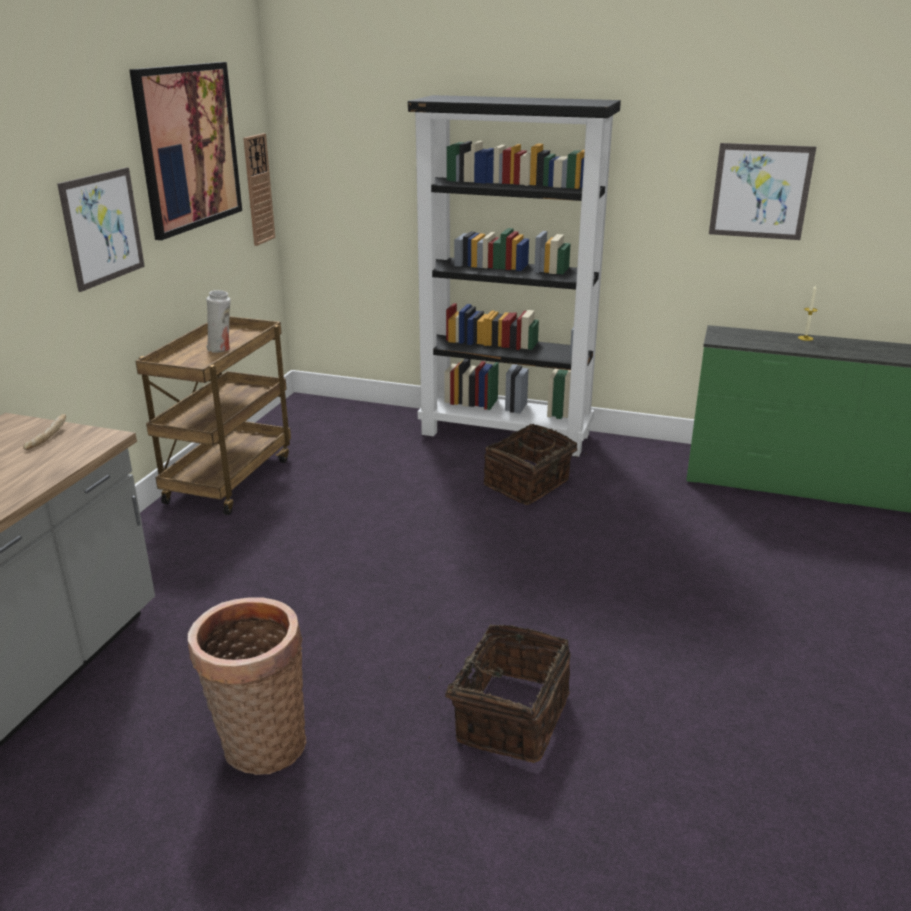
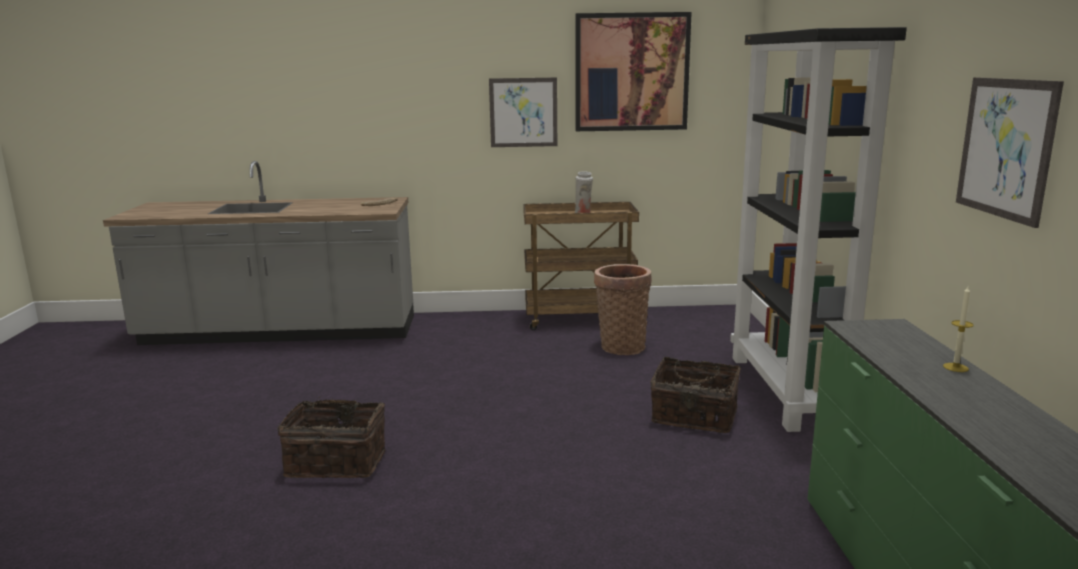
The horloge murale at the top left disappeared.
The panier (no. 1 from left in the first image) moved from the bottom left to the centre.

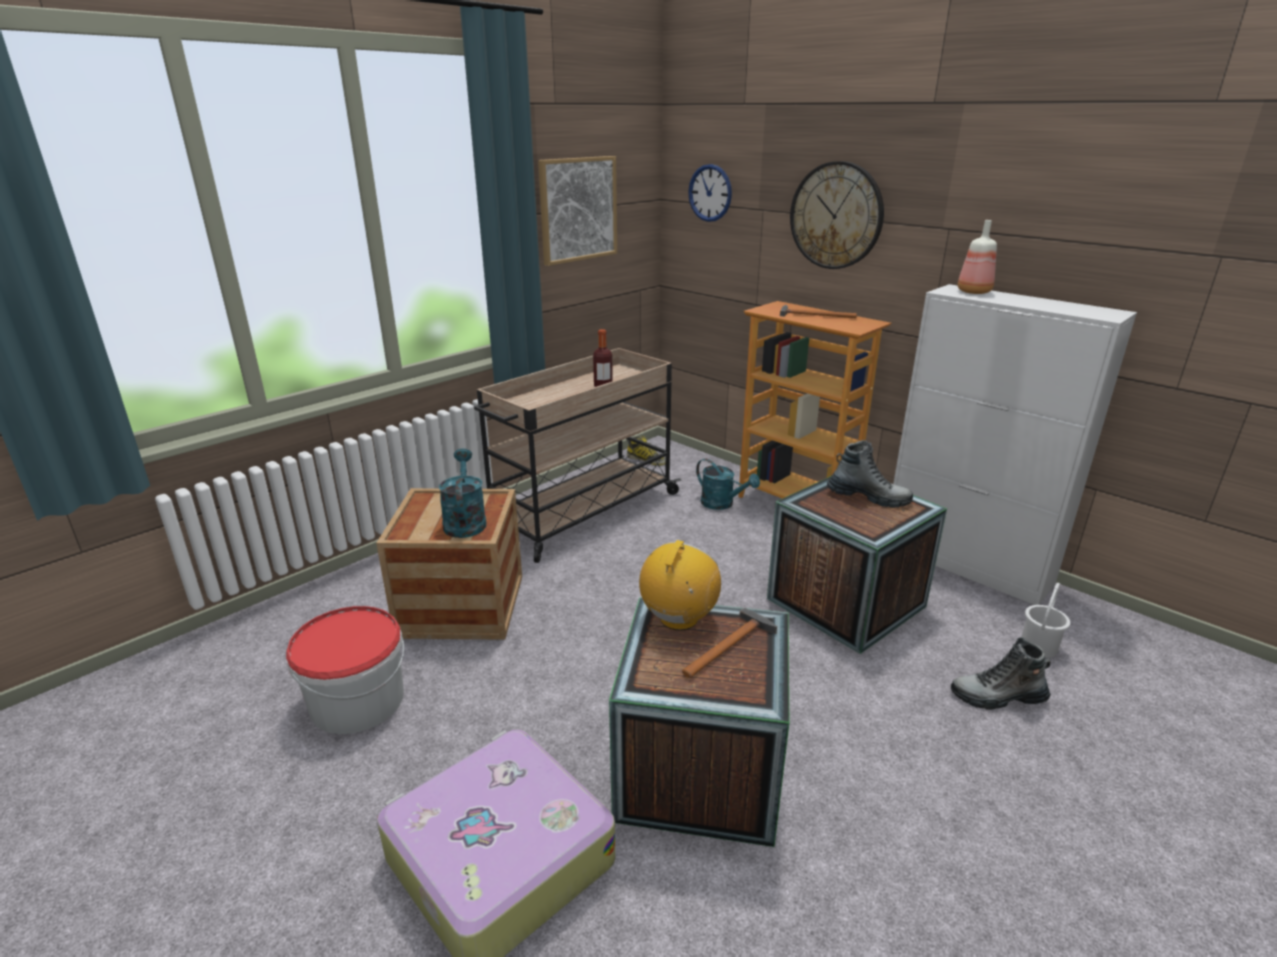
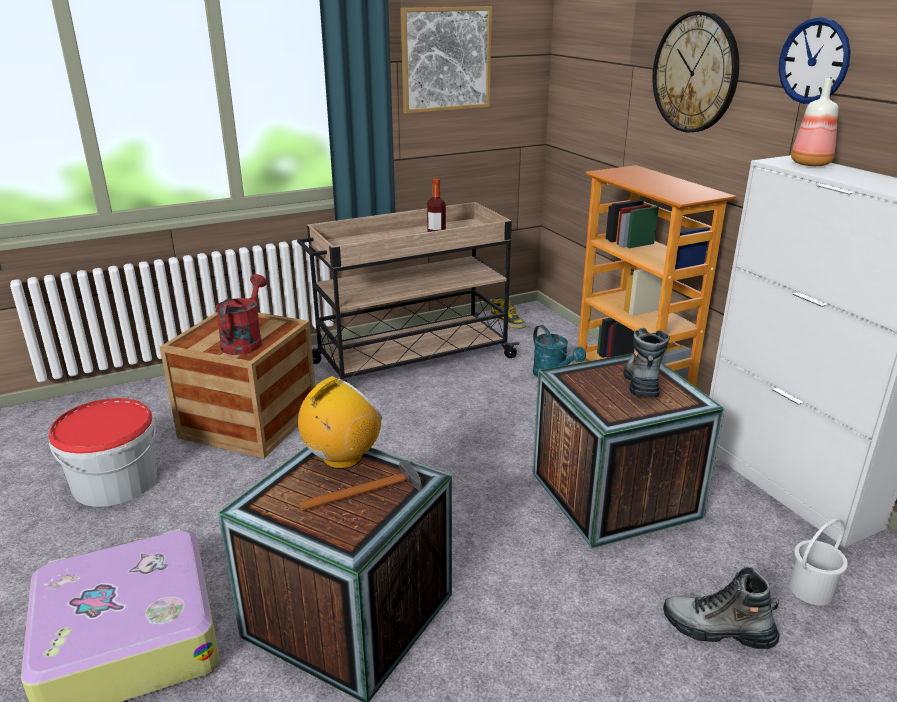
The marteau (no. 2 from left) at the top centre disappeared.
The horloge murale (no. 1 from left in the first image) moved from the top centre to the top right.
The arrosoir/turquoise (no. 1 from left) at the centre became the arrosoir/rouge at the middle left.
The botte (no. 2 from left) at the middle right turned 120 degrees counterclockwise.

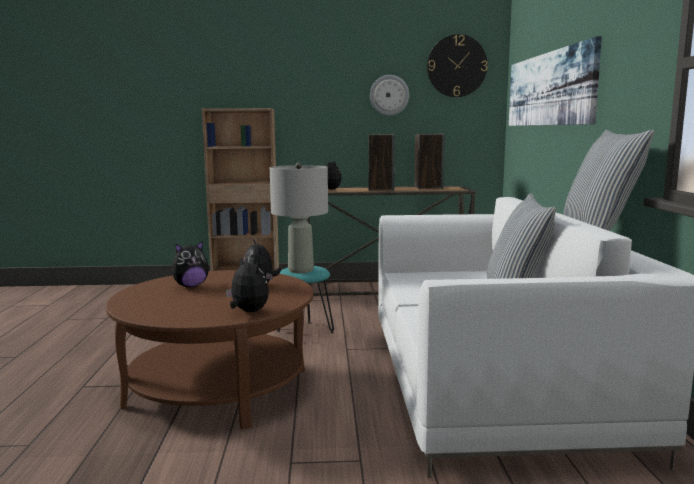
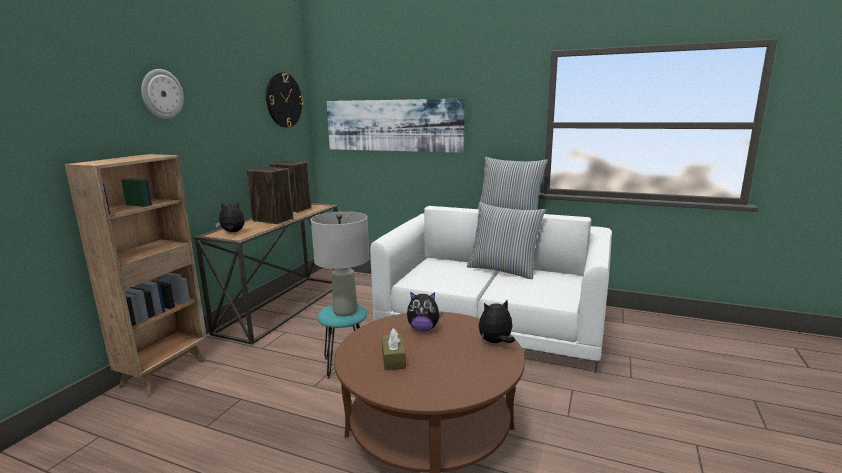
The horloge murale (no. 1 from left) moved from the top centre to the top left.
The peluche (no. 1 from left) at the middle left was replaced by the boîte à mouchoirs/marron at the bottom centre.

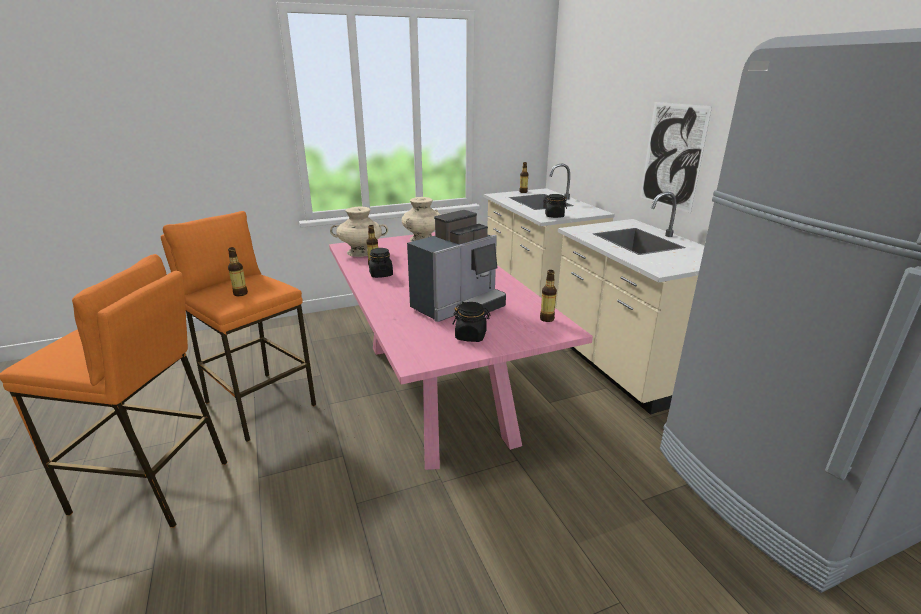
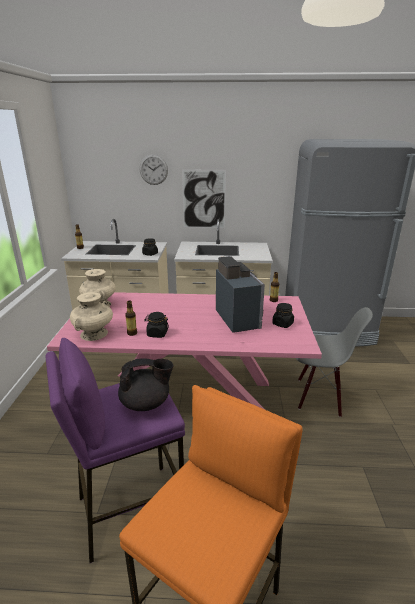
The horloge murale at the top centre appeared.
The chaise/gris at the middle right appeared.
The bouteille (no. 1 from left) at the middle left was replaced by the théière/noir at the centre.
The tabouret/orange (no. 2 from left) at the middle left became the tabouret/violet at the bottom left.

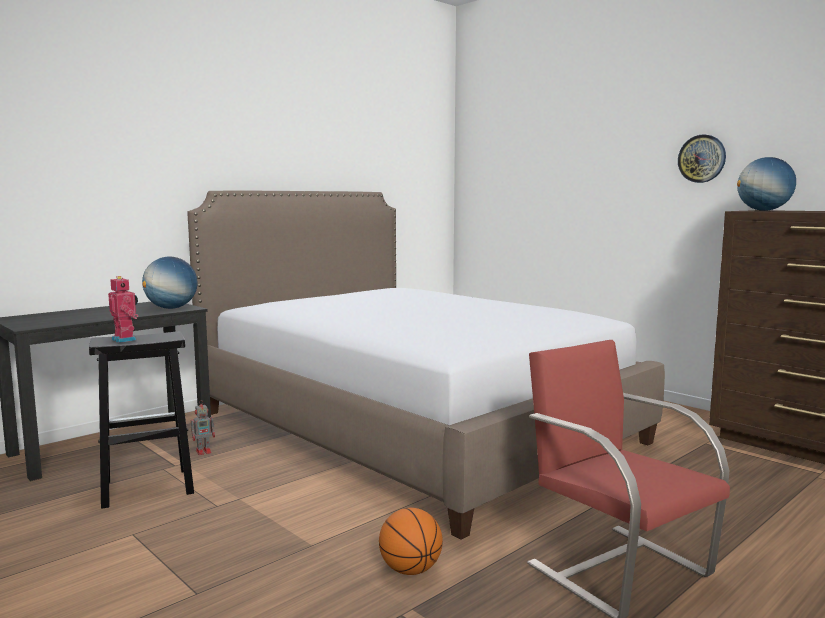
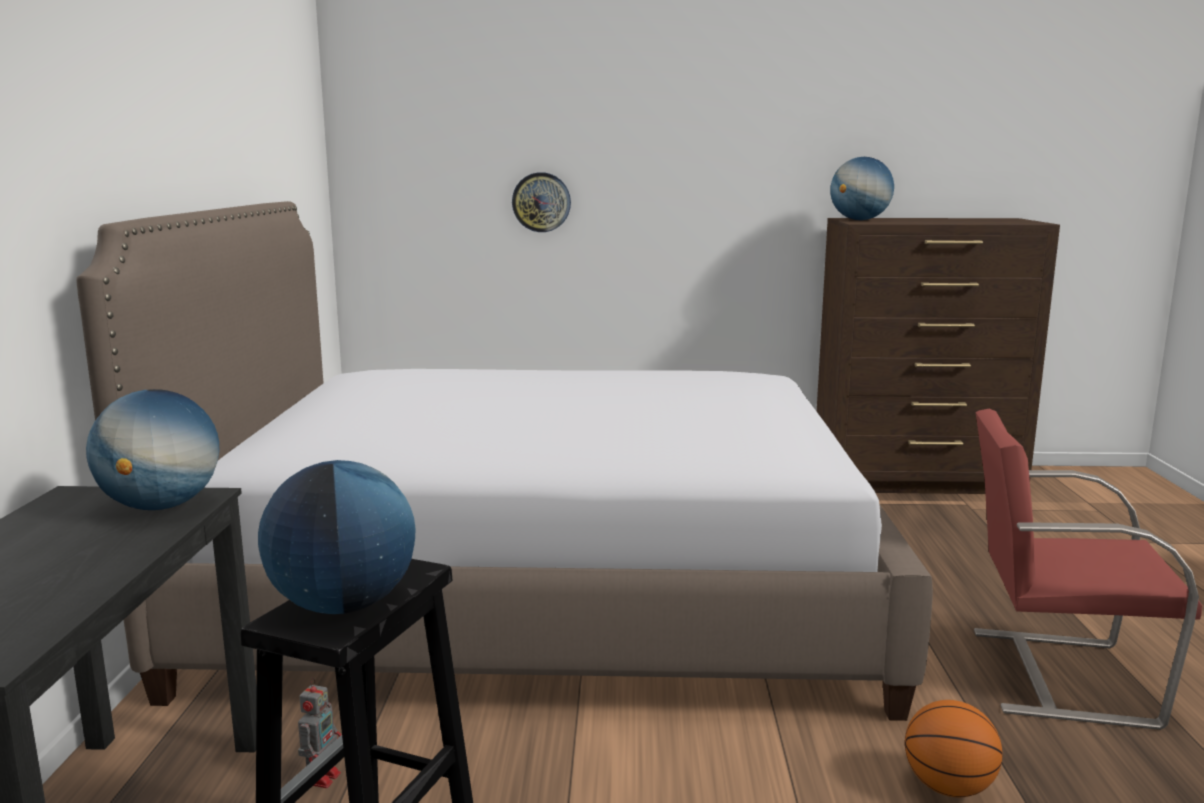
The horloge murale moved from the top right to the top centre.
The robot jouet (no. 1 from left) at the middle left was replaced by the globe (no. 2 from left) at the bottom left.

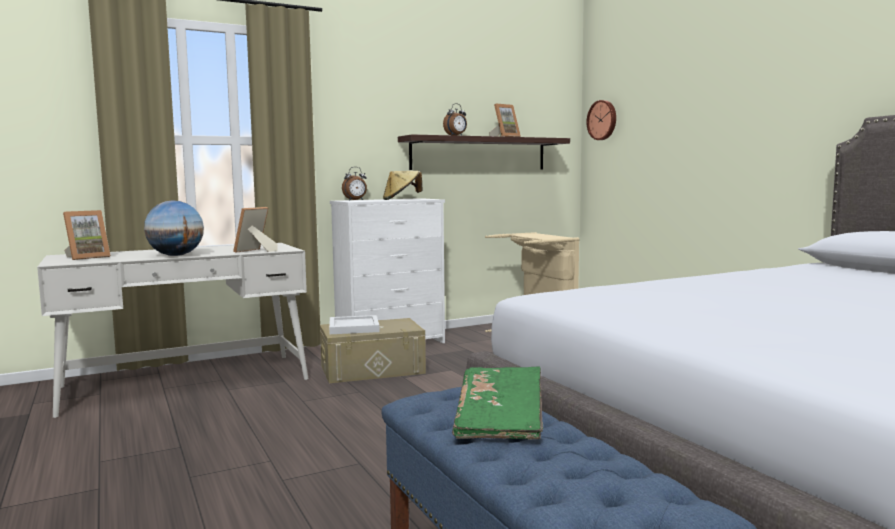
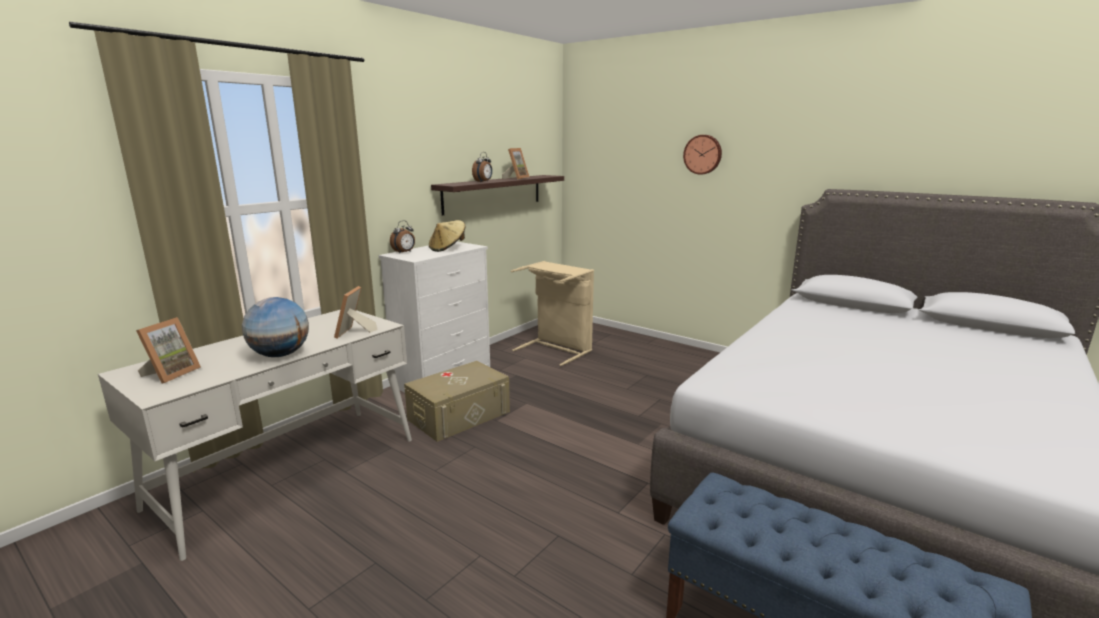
The plateau/blanc at the centre disappeared.
The livre/vert at the bottom centre disappeared.
The horloge murale moved from the top right to the top centre.

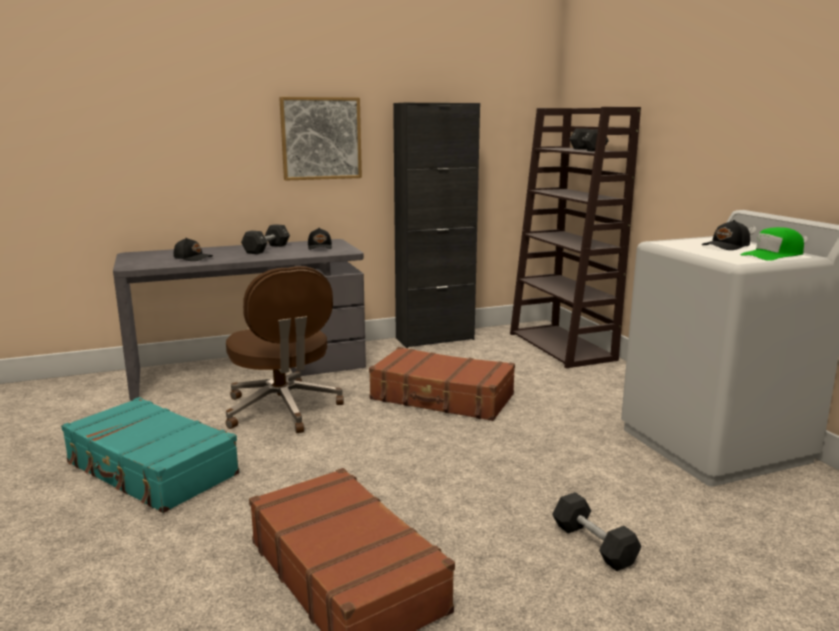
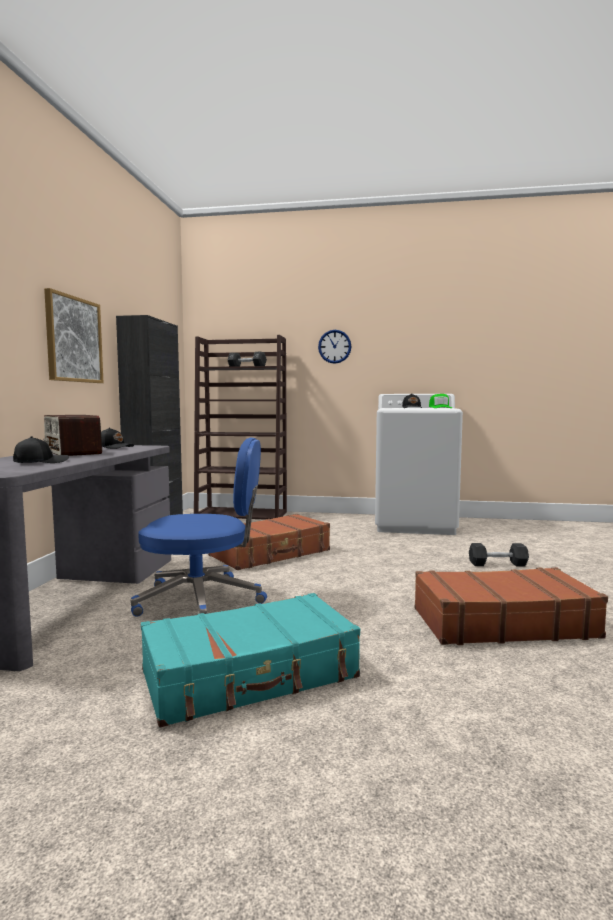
The horloge murale at the centre appeared.
The haltère/noir (no. 1 from left) at the middle left was replaced by the radio at the middle left.
The chaise de bureau/marron at the centre became the chaise de bureau/bleu at the middle left.

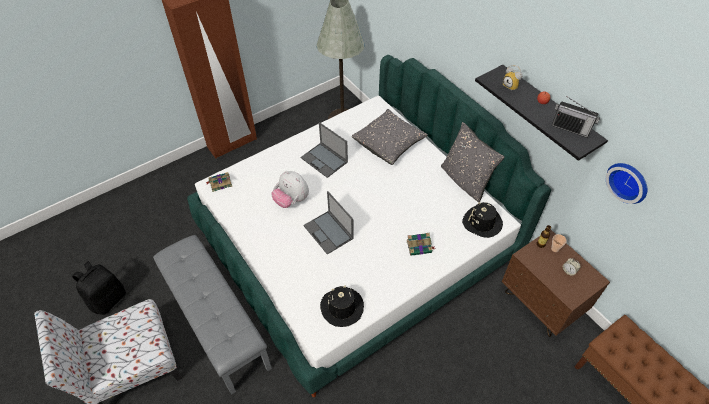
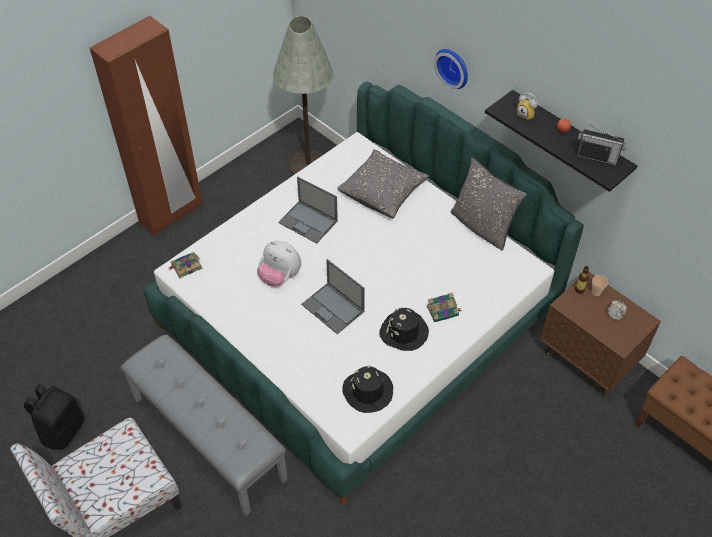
The chapeau/noir (no. 2 from left) moved from the middle right to the centre.
The horloge murale moved from the middle right to the top centre.

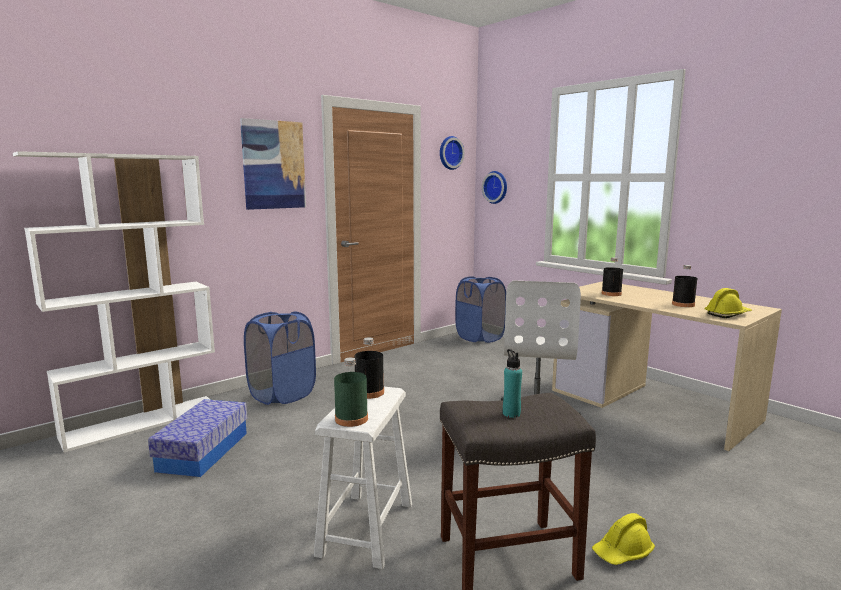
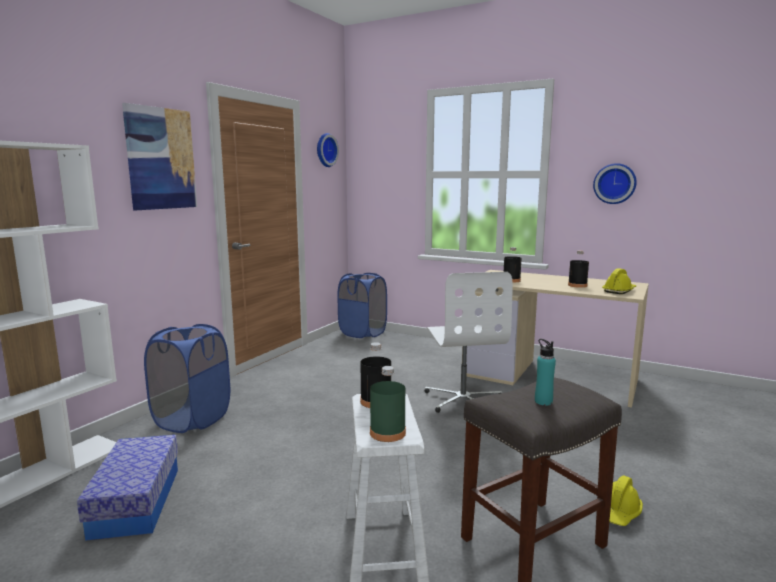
The horloge murale (no. 2 from left) moved from the top centre to the top right.

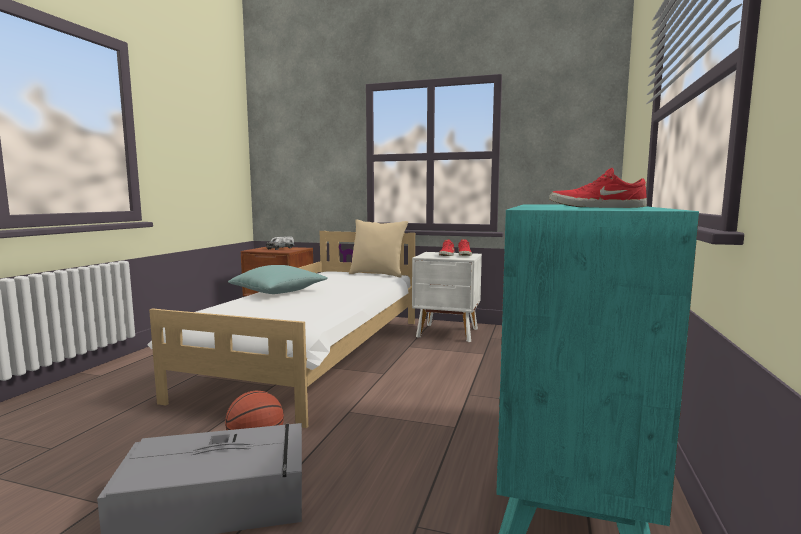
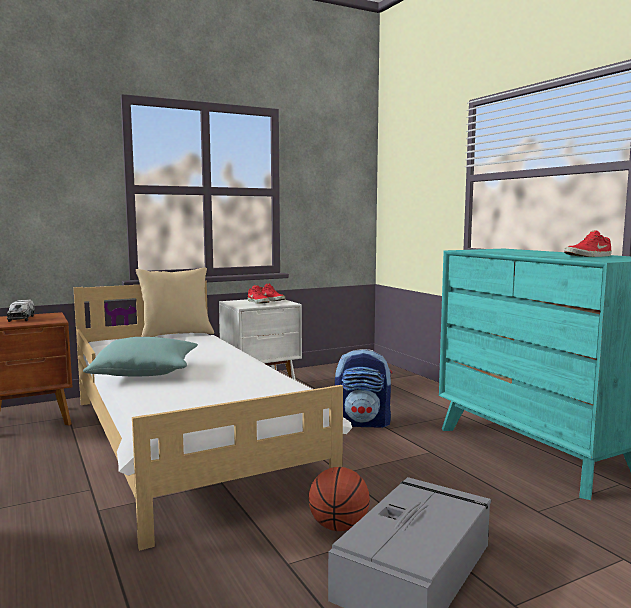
The sac à dos at the centre appeared.

